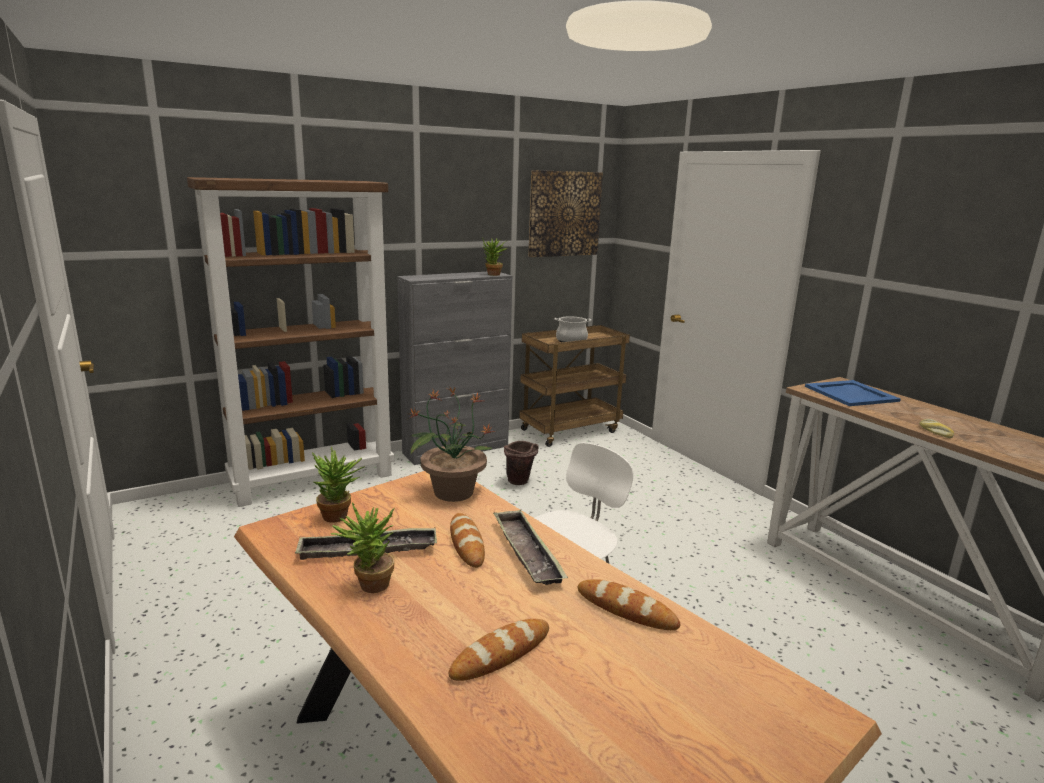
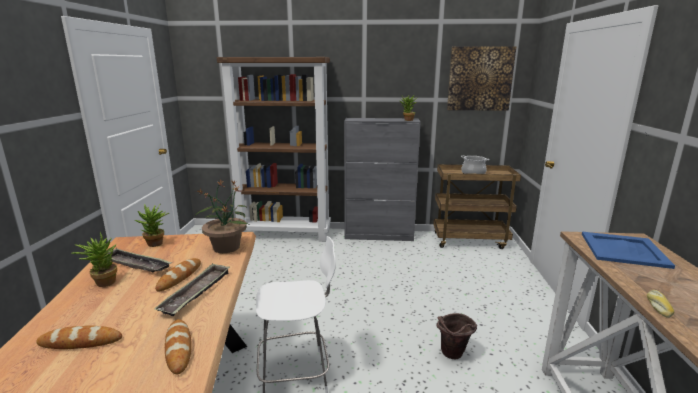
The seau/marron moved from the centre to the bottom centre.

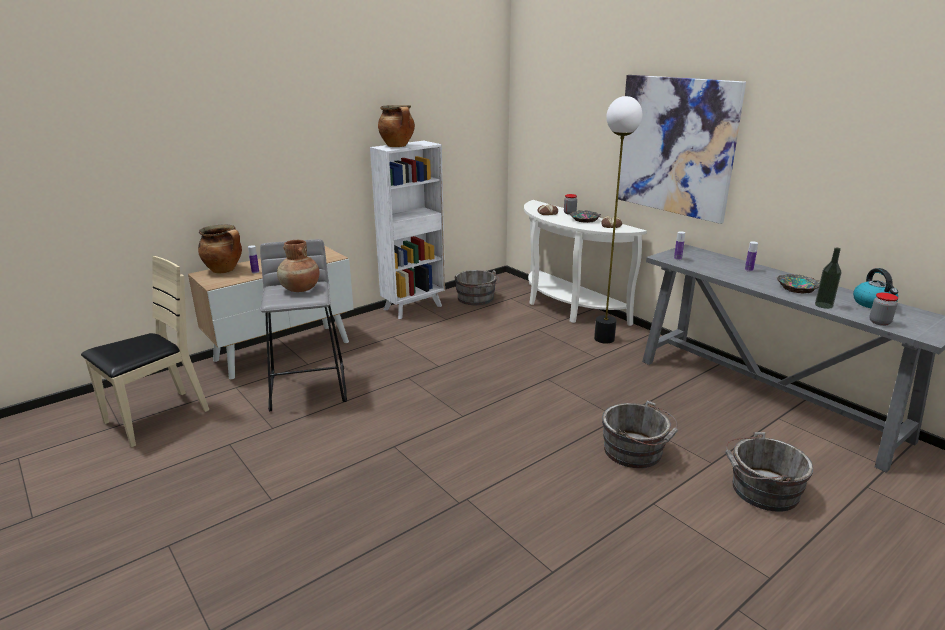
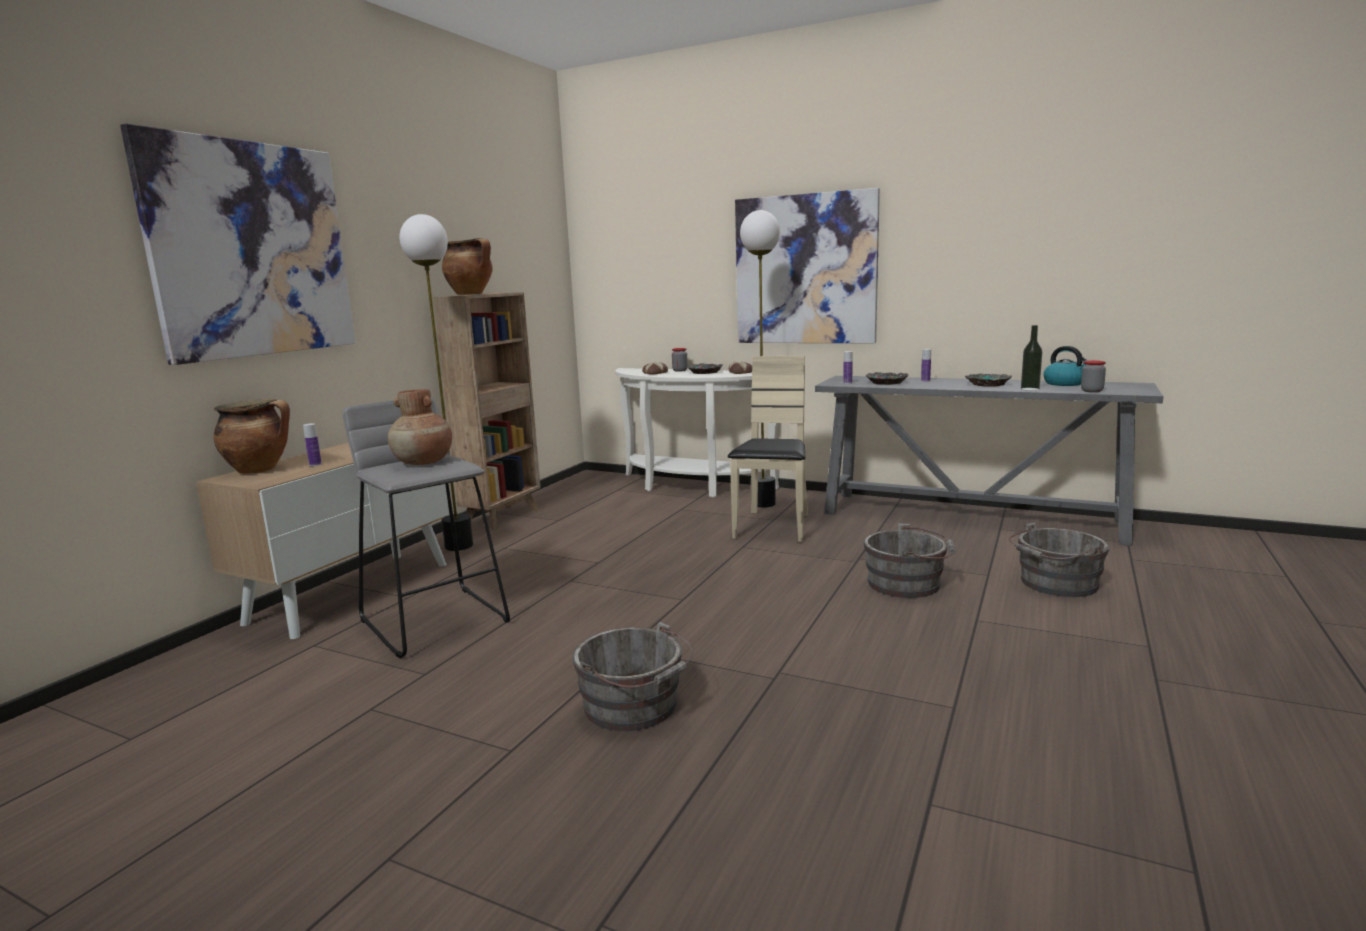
The tableau (no. 1 from left) at the top left appeared.
The lampadaire (no. 1 from left) at the middle left appeared.
The bol (no. 2 from left) at the centre appeared.
The chaise/beige moved from the middle left to the centre.
The seau/gris (no. 1 from left) moved from the centre to the bottom centre.
The bibliothèque/blanc at the centre became the bibliothèque/marron at the centre.

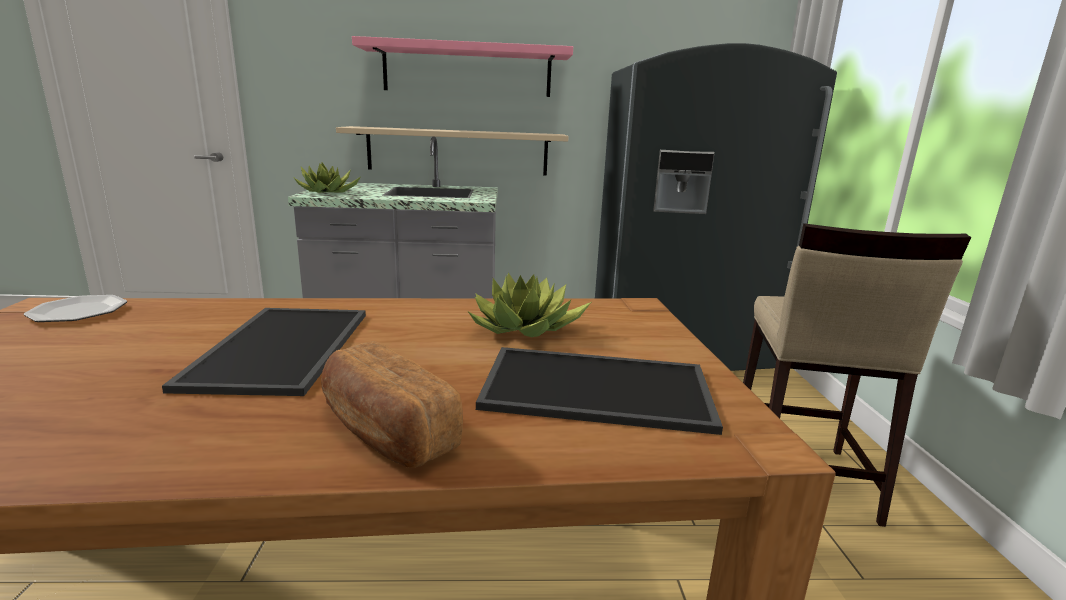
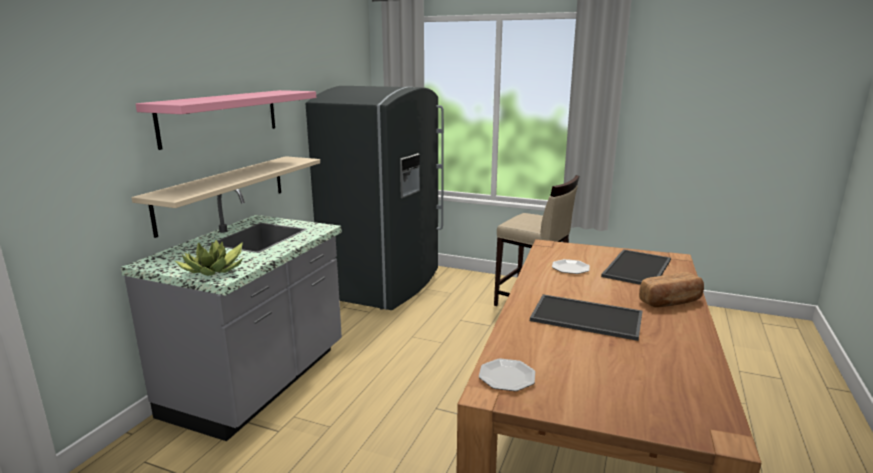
The plante en pot (no. 2 from left) at the centre was replaced by the assiette (no. 2 from left) at the centre.

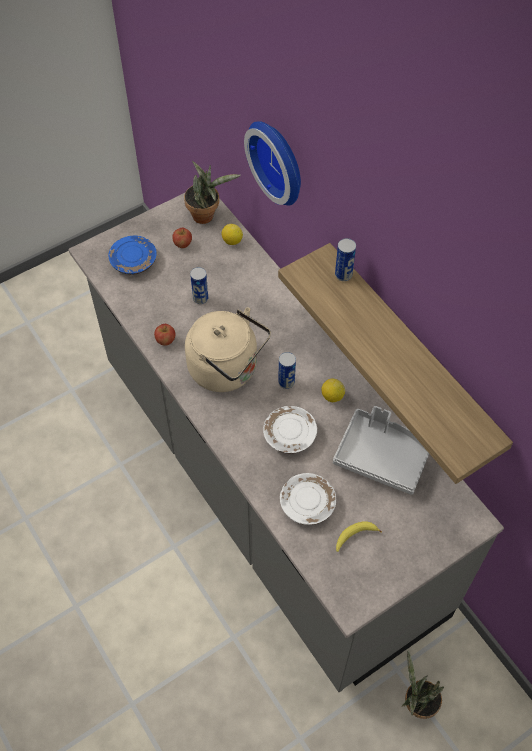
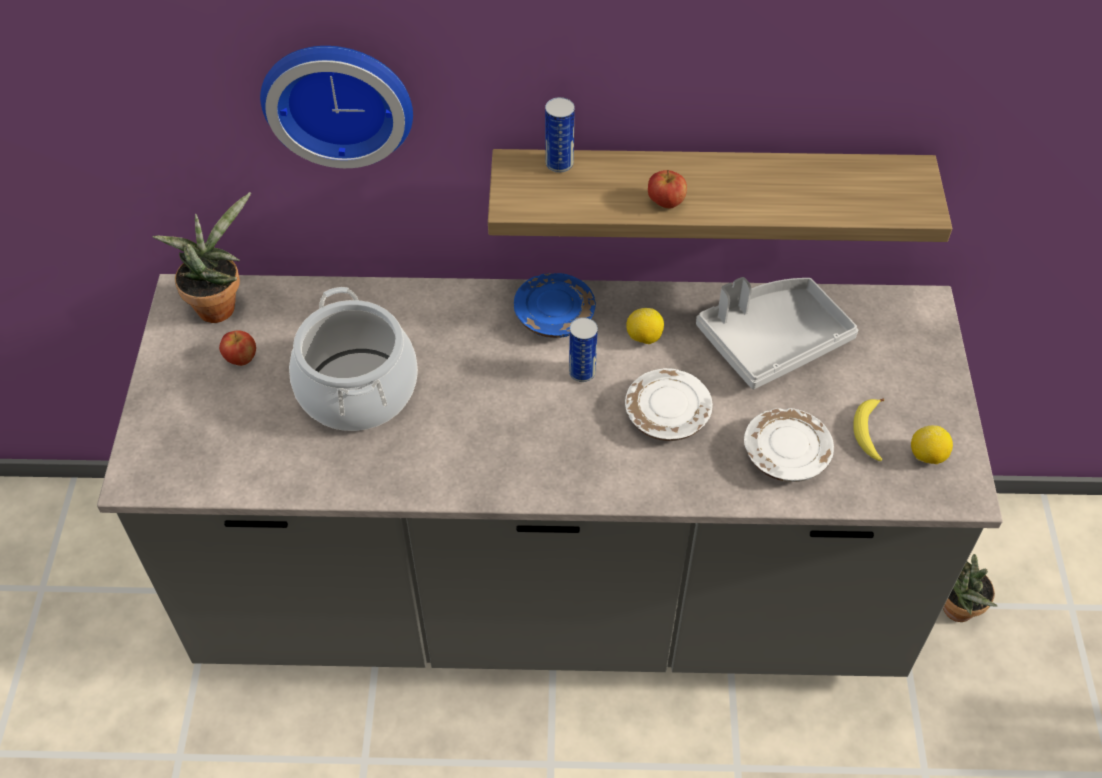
The bouilloire/beige at the centre disappeared.
The assiette/bleu moved from the middle left to the centre.
The pomme (no. 1 from left in the first image) moved from the middle left to the top centre.
The citron (no. 1 from left in the first image) moved from the top centre to the middle right.
The boîte métallique (no. 1 from left) at the centre was replaced by the marmite at the middle left.

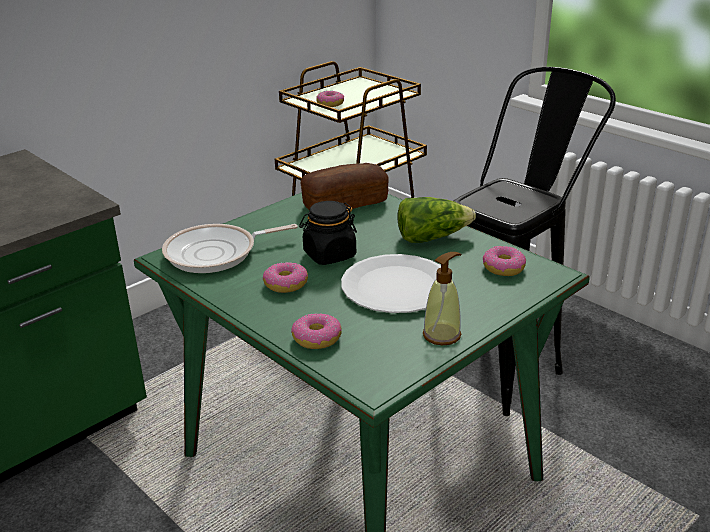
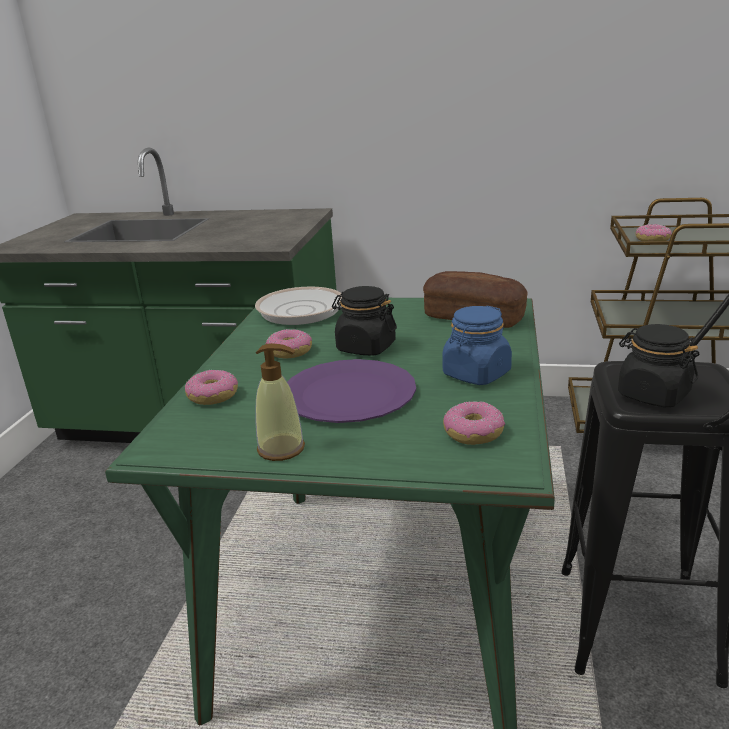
The bocal/noir (no. 2 from left) at the middle right appeared.
The laitue at the centre was replaced by the bocal/bleu at the centre.
The assiette/blanc at the centre became the assiette/violet at the centre.

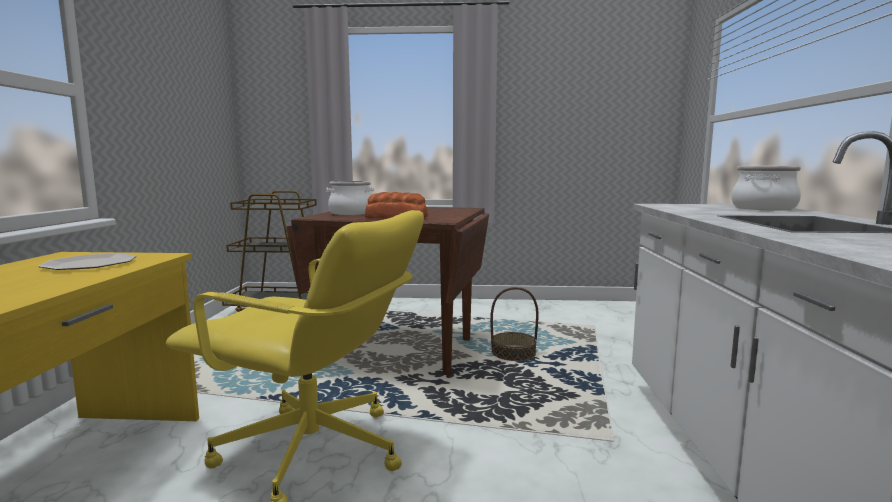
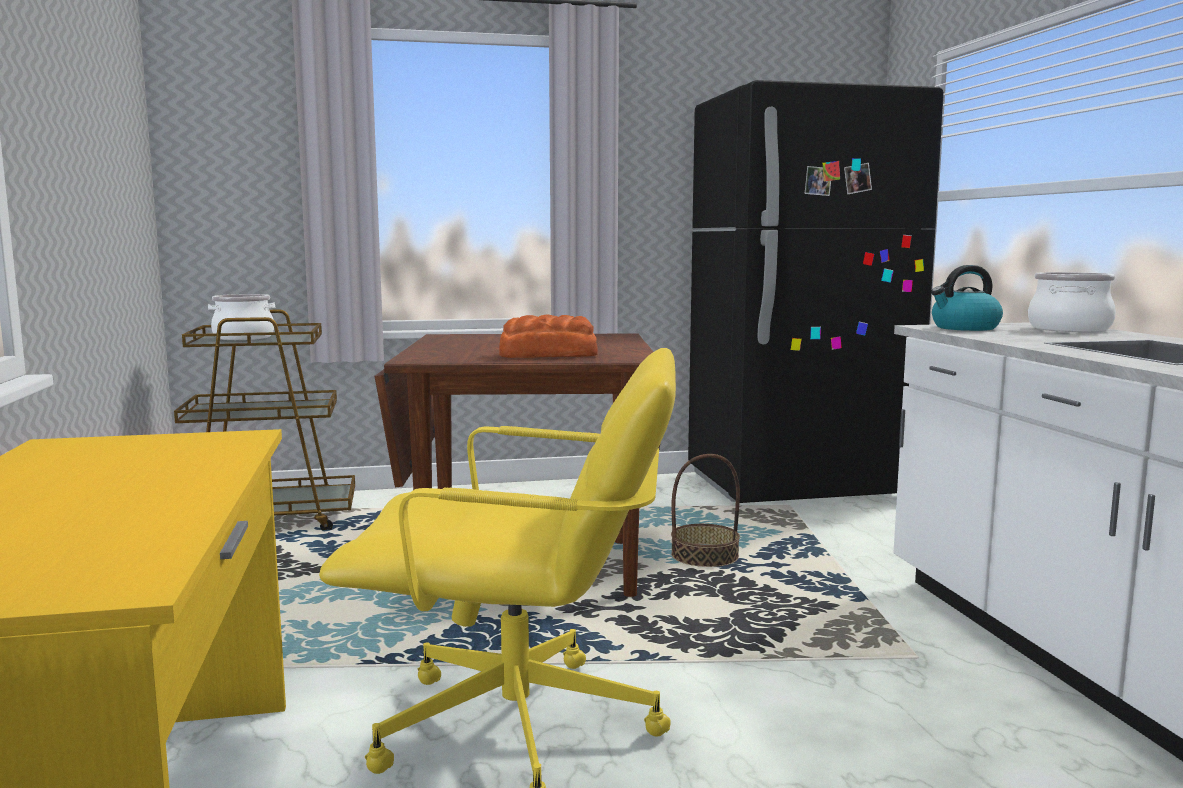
The assiette at the middle left disappeared.
The réfrigérateur/noir at the middle right appeared.
The bouilloire at the middle right appeared.
The marmite (no. 1 from left) moved from the centre to the middle left.

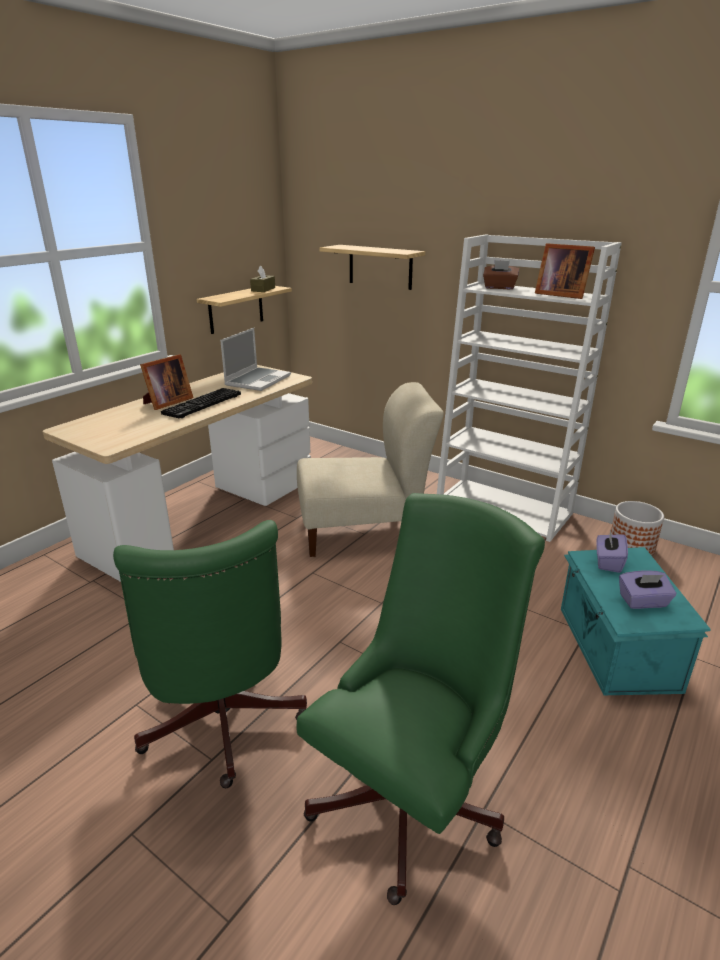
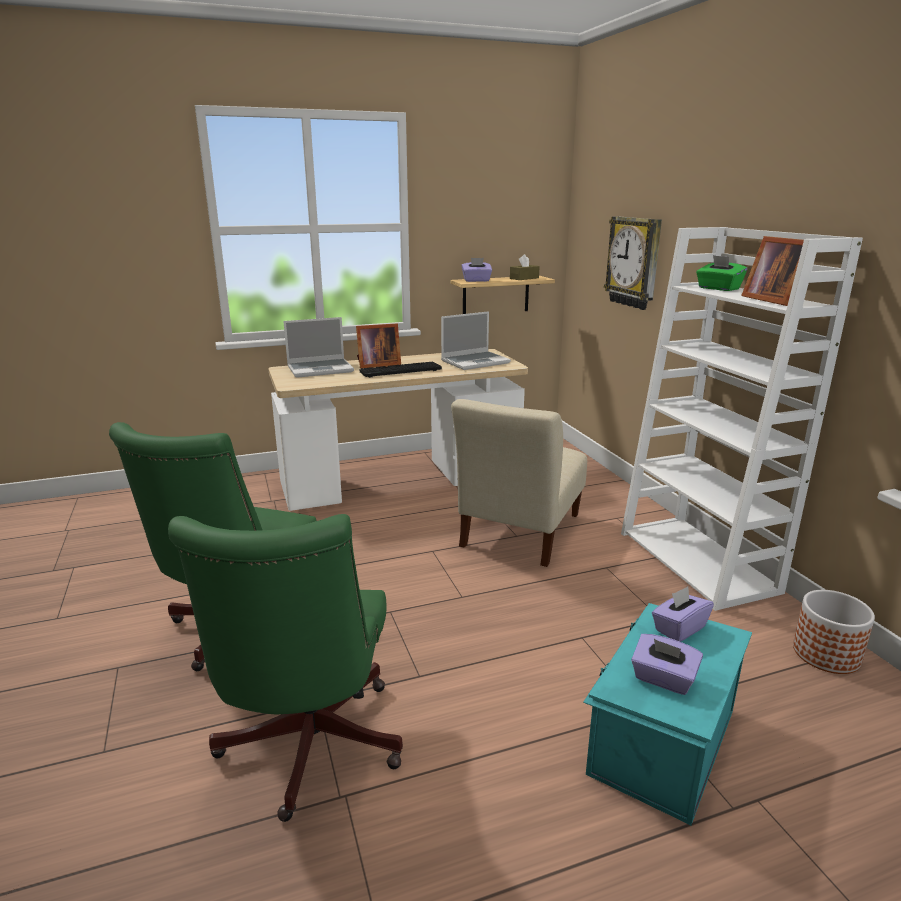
The ordinateur portable (no. 1 from left) at the centre appeared.
The boîte à mouchoirs/violet (no. 1 from left) at the top centre appeared.
The étagère (no. 2 from left) at the top centre was replaced by the horloge murale at the top right.
The boîte à mouchoirs/marron (no. 2 from left) at the top right became the boîte à mouchoirs/vert at the top right.
The chaise de bureau/vert (no. 2 from left) at the bottom centre turned 105 degrees clockwise.
The chaise/beige at the centre turned 90 degrees clockwise.

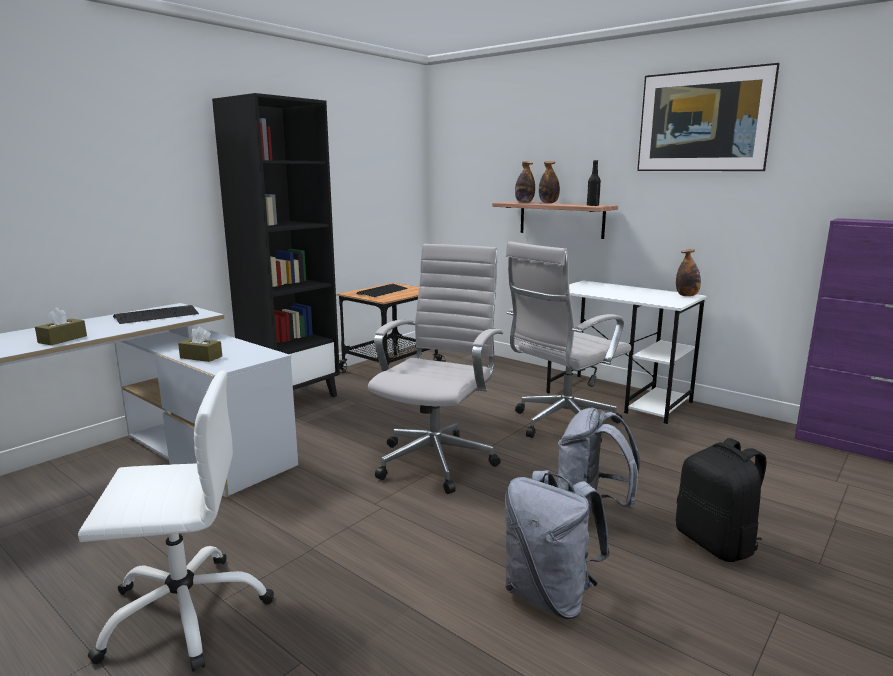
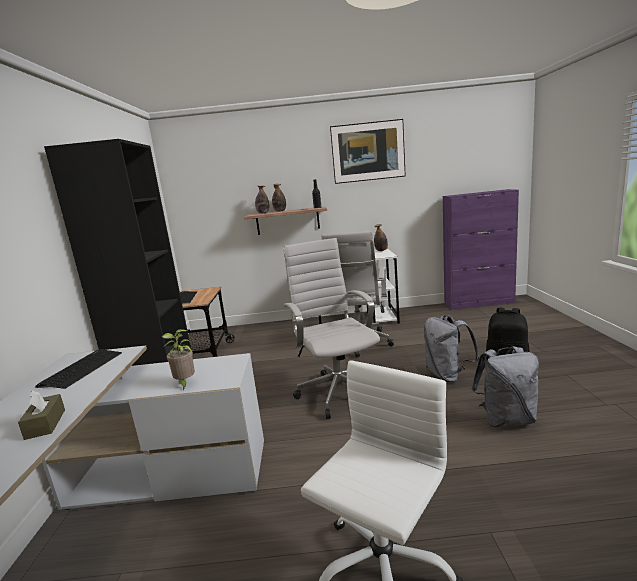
The boîte à mouchoirs/marron (no. 2 from left) at the middle left was replaced by the plante en pot at the middle left.

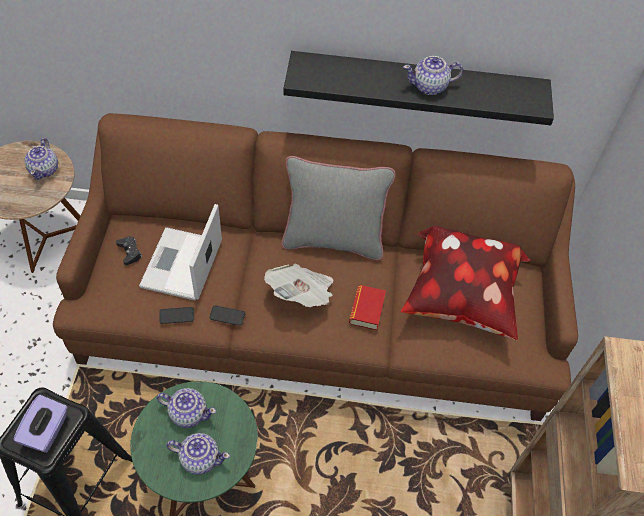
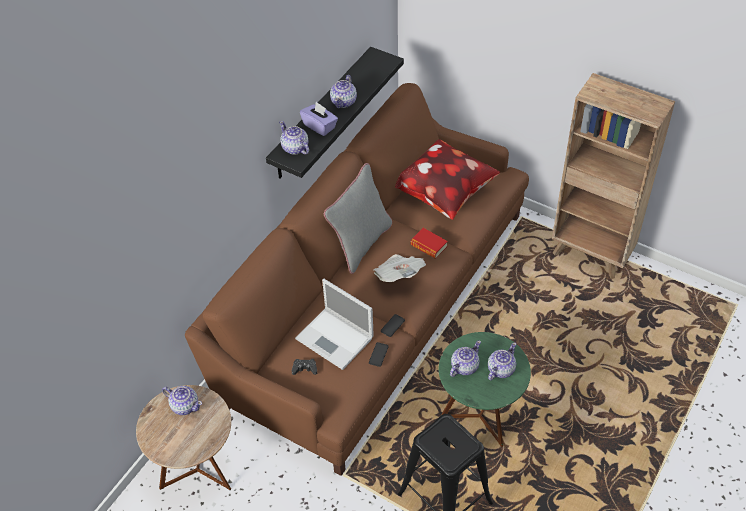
The théière (no. 2 from left) at the top centre appeared.
The boîte à mouchoirs/violet moved from the bottom left to the top centre.

